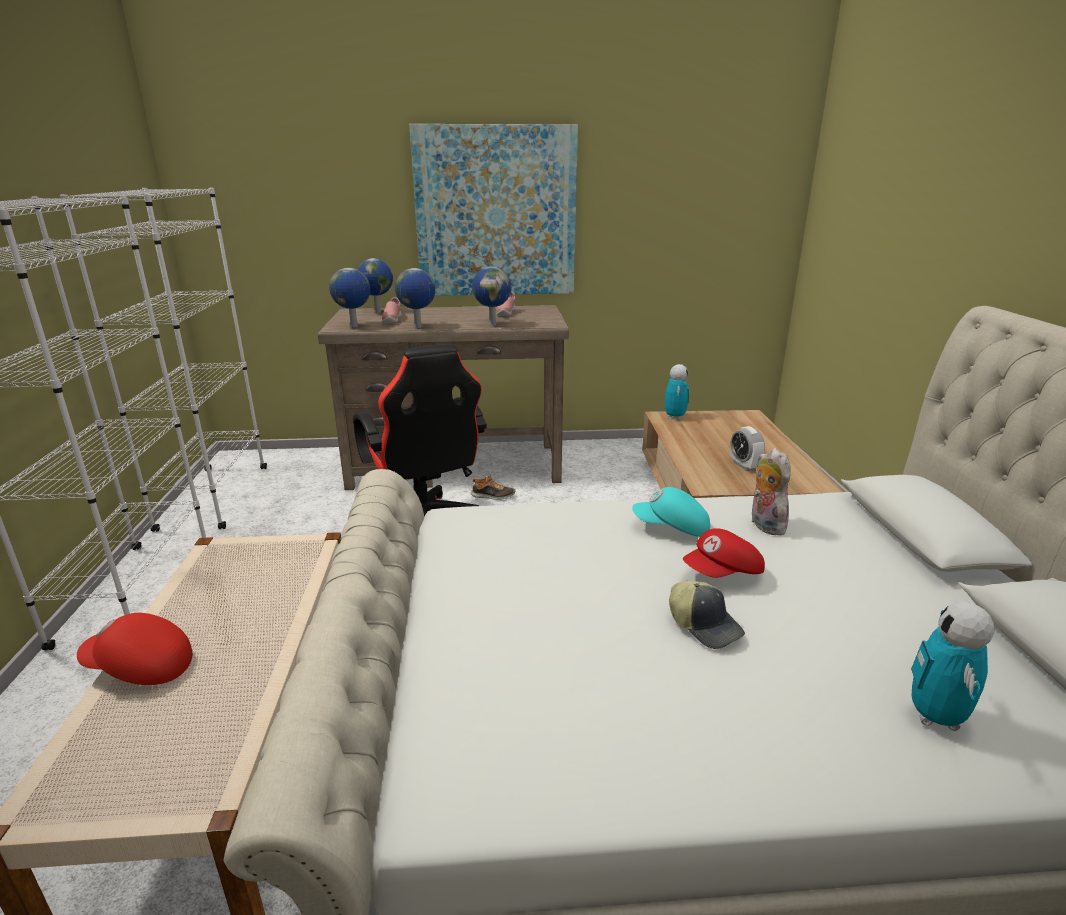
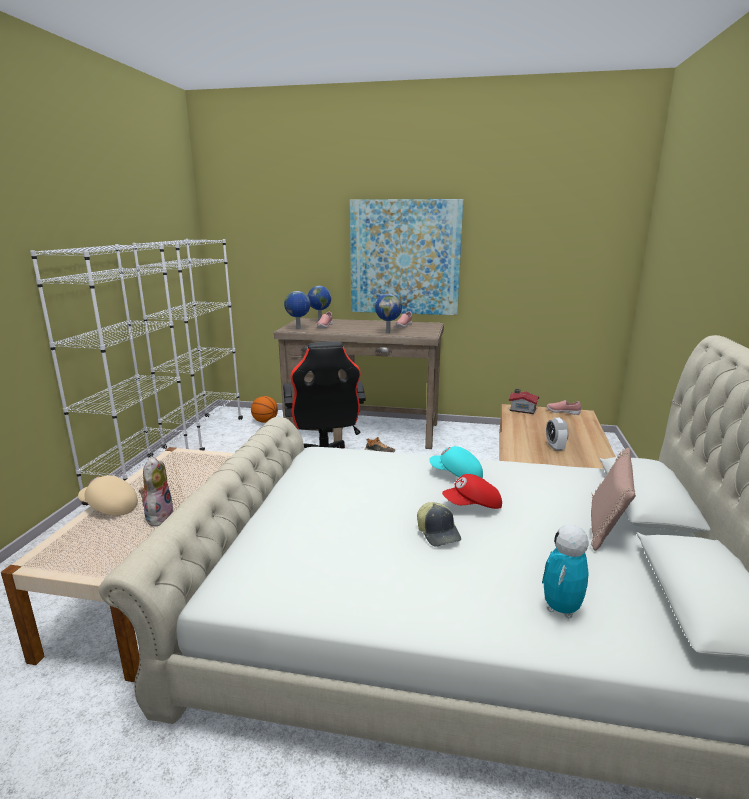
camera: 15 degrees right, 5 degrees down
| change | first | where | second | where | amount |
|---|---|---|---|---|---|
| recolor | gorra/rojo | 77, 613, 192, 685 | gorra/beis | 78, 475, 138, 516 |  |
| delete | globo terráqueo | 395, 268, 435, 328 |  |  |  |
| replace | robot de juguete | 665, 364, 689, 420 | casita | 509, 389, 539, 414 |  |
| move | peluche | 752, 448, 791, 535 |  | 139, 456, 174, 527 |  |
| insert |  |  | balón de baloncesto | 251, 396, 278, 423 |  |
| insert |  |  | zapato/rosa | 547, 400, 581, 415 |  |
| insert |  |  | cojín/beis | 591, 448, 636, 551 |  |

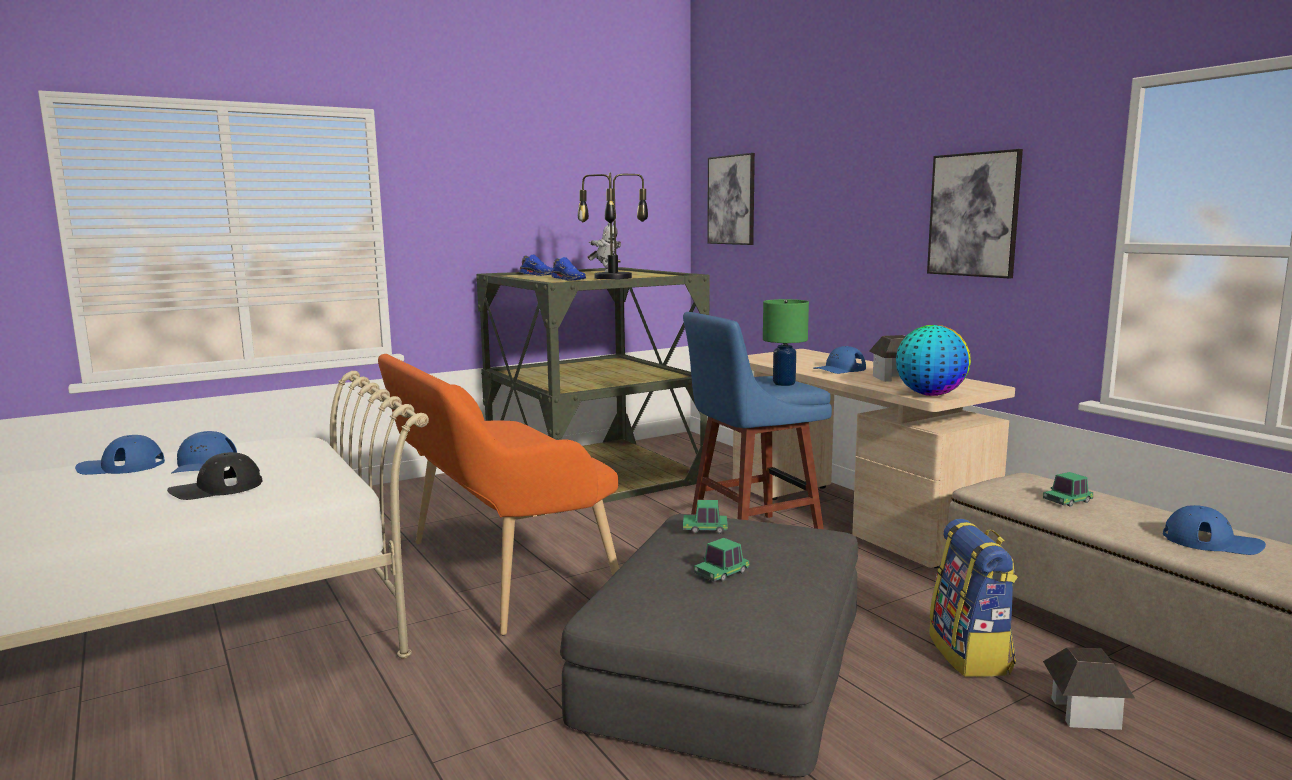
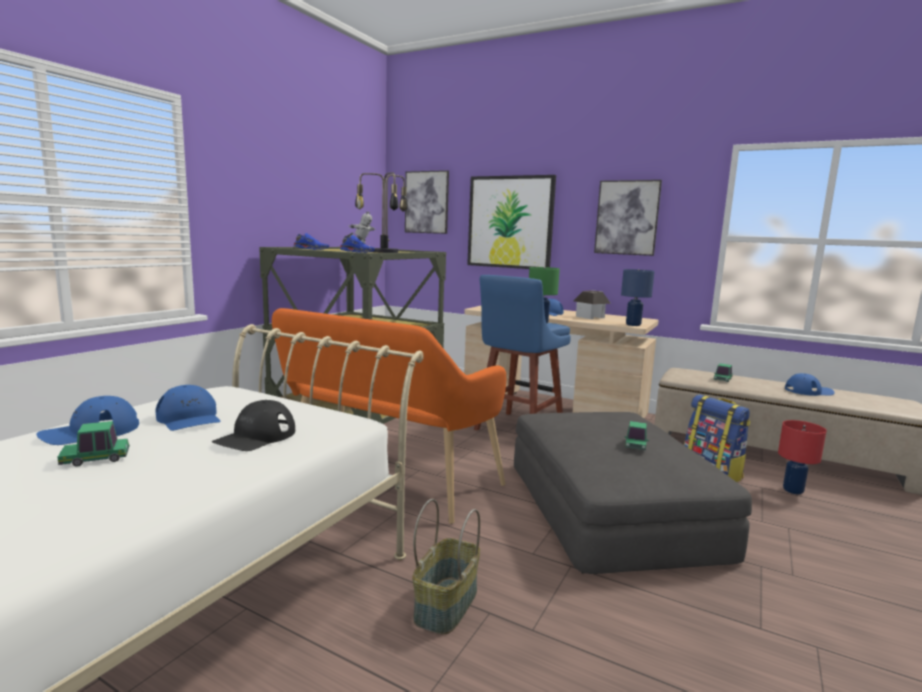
camera: 30 degrees left, 0 degrees up
| change | first | where | second | where | amount |
|---|---|---|---|---|---|
| move | coche de juguete | 683, 500, 728, 534 |  | 58, 421, 130, 467 |  |
| replace | globo terráqueo | 896, 325, 971, 396 | lámpara de mesa/azul | 621, 269, 655, 326 |  |
| replace | casita | 1043, 647, 1135, 730 | lámpara de mesa/rojo | 778, 420, 827, 494 |  |
| insert |  |  | cesta | 412, 499, 480, 634 |  |
| insert |  |  | cuadro | 467, 175, 556, 269 |  |

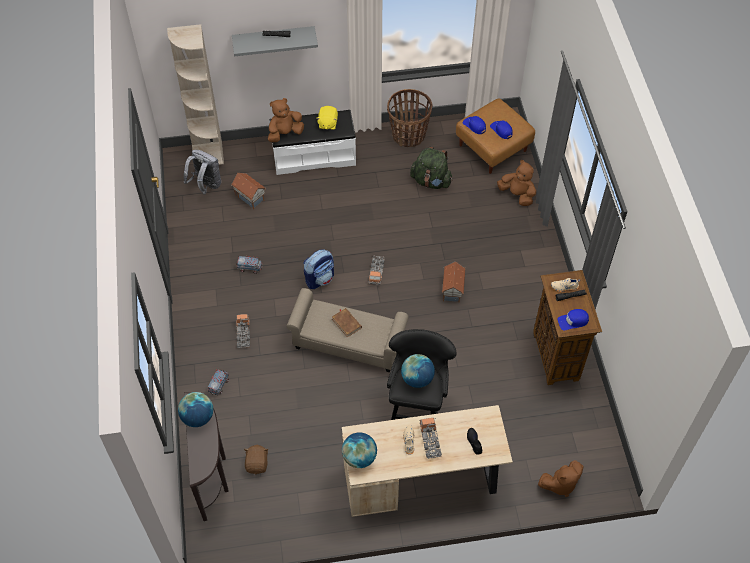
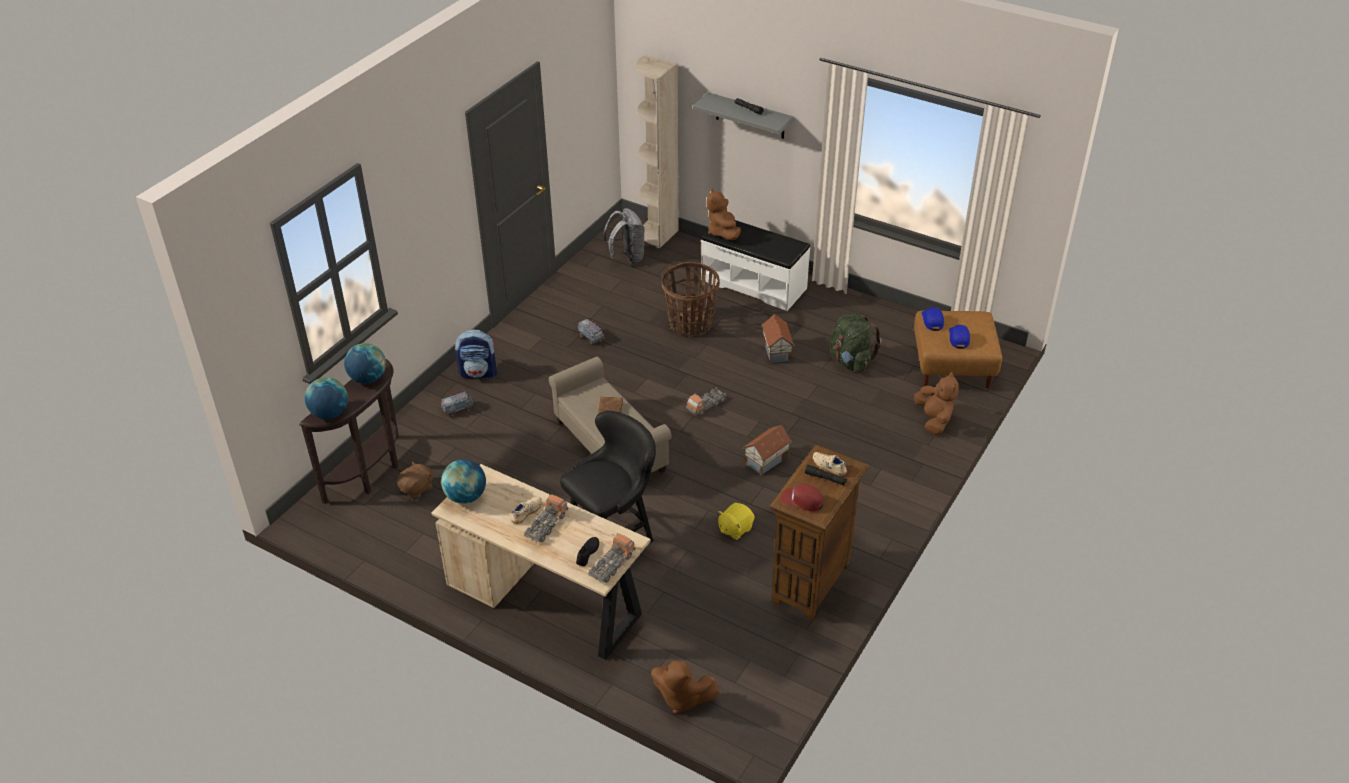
camera: 40 degrees right, 15 degrees down
| change | first | where | second | where | amount |
|---|---|---|---|---|---|
| move | casita | 231, 173, 266, 209 |  | 761, 314, 794, 364 |  |
| move | camión de juguete | 235, 314, 250, 348 |  | 588, 534, 636, 583 |  |
| rotate | peluche/marrón | 268, 98, 304, 142 |  | 707, 188, 741, 240 | 105 degrees counterclockwise |
| move | mochila | 304, 249, 334, 289 |  | 455, 329, 497, 378 |  |
| move | peluche/amarillo | 316, 106, 338, 130 |  | 718, 503, 755, 540 |  |
| move | cesta | 387, 89, 433, 147 |  | 661, 262, 720, 337 |  |
| move | globo terráqueo | 401, 354, 435, 388 |  | 305, 377, 348, 419 |  |
| recolor | gorra/azul | 558, 309, 589, 331 | gorra/rojo | 780, 484, 823, 511 |  |

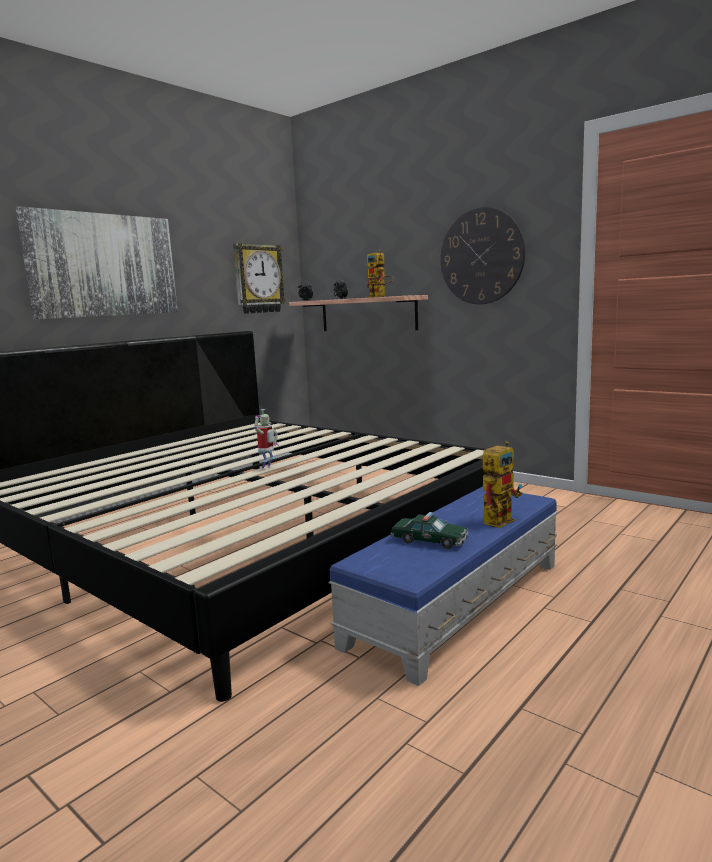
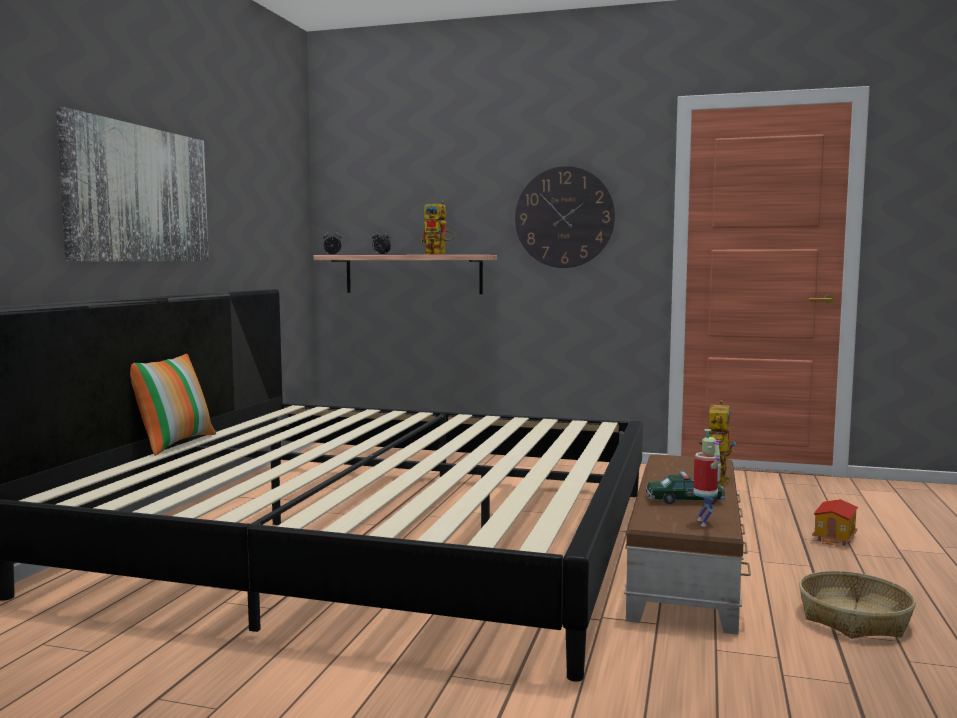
camera: 25 degrees left, 5 degrees down
| change | first | where | second | where | amount |
|---|---|---|---|---|---|
| delete | reloj de pared | 233, 243, 286, 314 |  |  |  |
| move | robot de juguete | 254, 409, 279, 471 |  | 693, 429, 724, 527 |  |
| recolor | puf/azul | 328, 487, 558, 686 | puf/marrón | 624, 454, 751, 635 |  |
| insert |  |  | cojín | 130, 354, 216, 456 |  |
| insert |  |  | cesta | 799, 571, 916, 638 |  |
| insert |  |  | casita | 812, 499, 858, 546 |  |

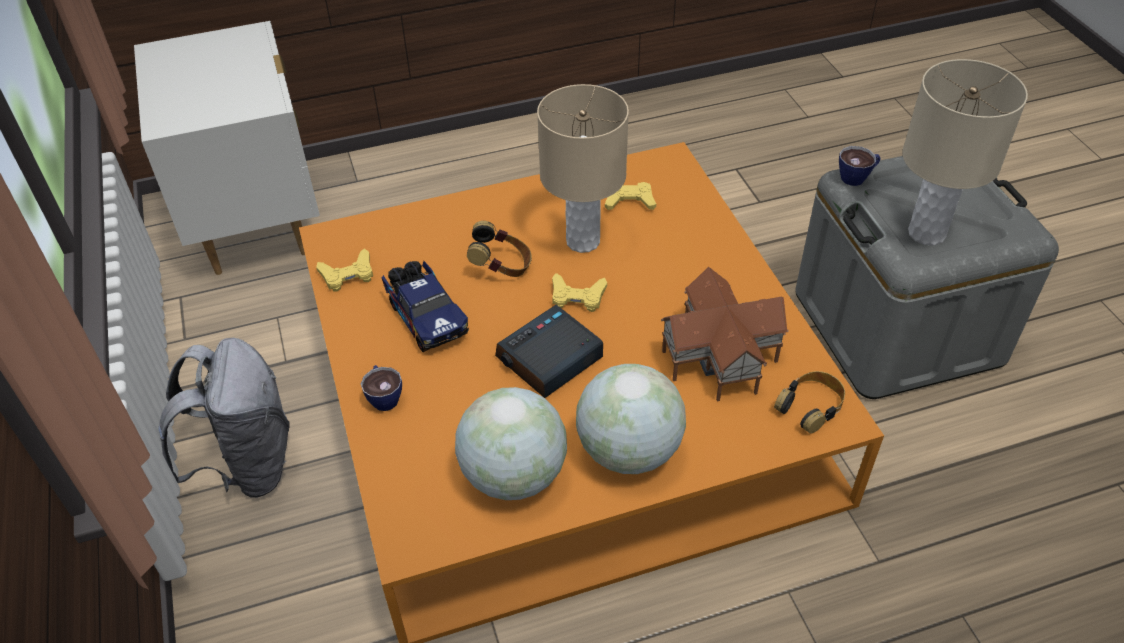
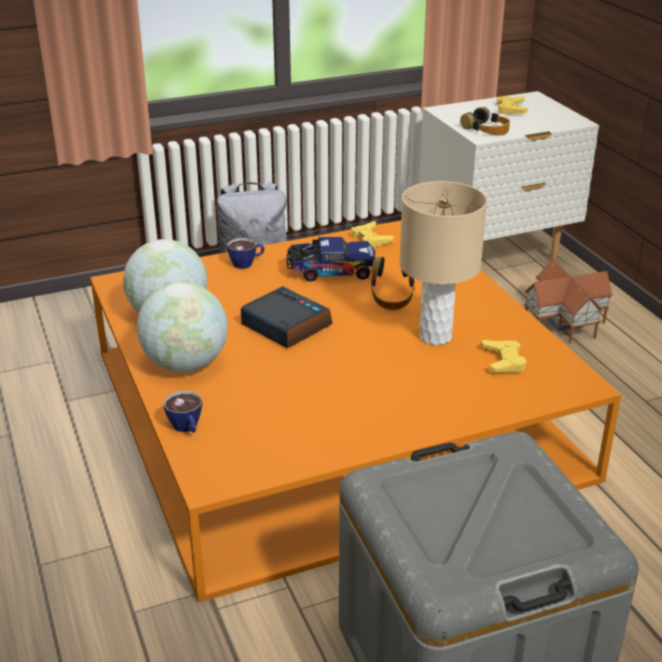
camera: 85 degrees right, 15 degrees down
| change | first | where | second | where | amount |
|---|---|---|---|---|---|
| rotate | camión de juguete | 382, 261, 469, 352 |  | 286, 237, 375, 281 | 150 degrees counterclockwise |
| move | mando de consola/amarillo | 552, 273, 607, 312 |  | 497, 96, 528, 114 |  |
| move | casita | 661, 267, 789, 401 |  | 524, 259, 613, 343 |  |
| move | auriculares | 774, 371, 845, 433 |  | 460, 107, 510, 136 |  |
| move | taza | 839, 146, 881, 186 |  | 163, 391, 202, 433 |  |
| delete | lámpara de mesa/beis | 902, 59, 1028, 246 |  |  |  |

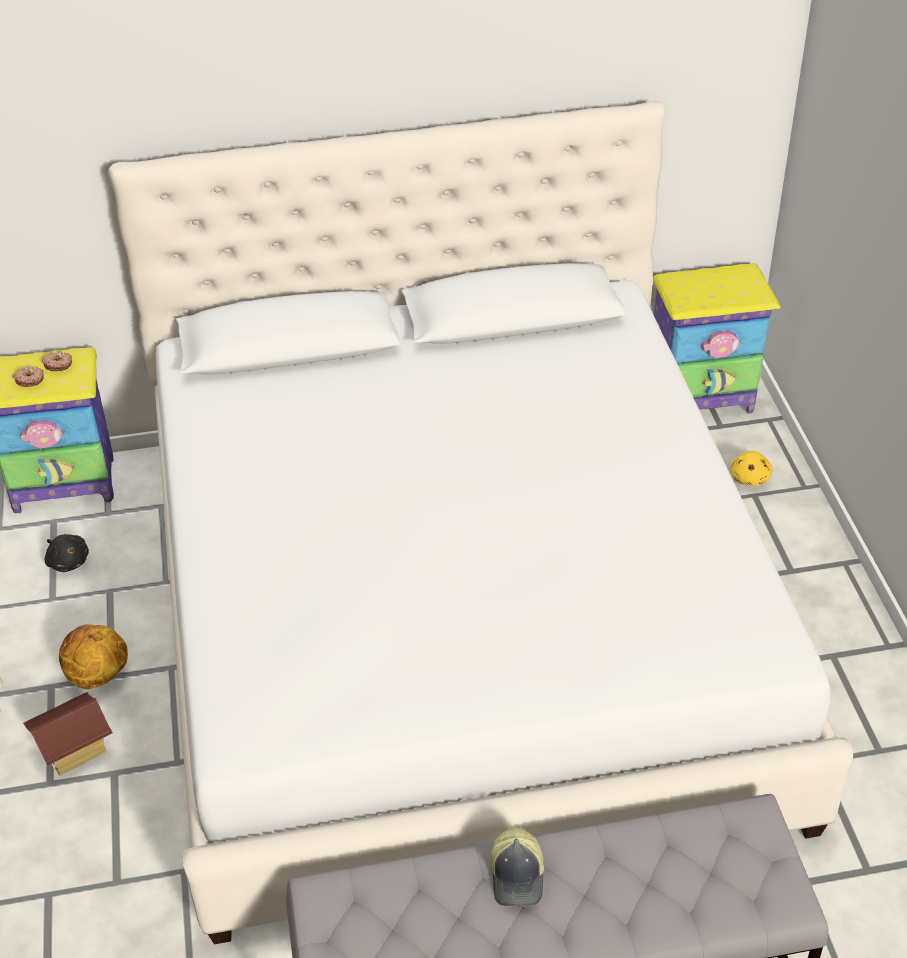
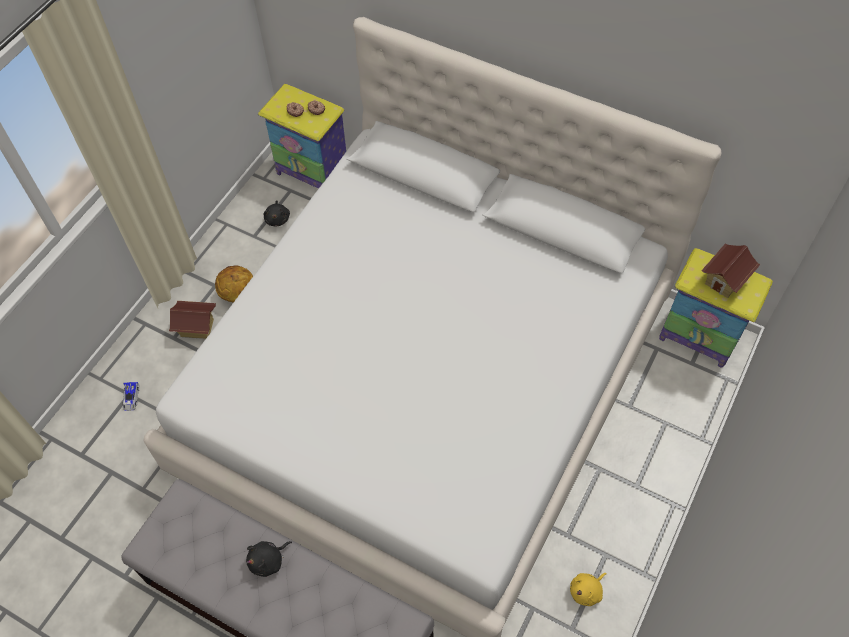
camera: 40 degrees right, 15 degrees up
| change | first | where | second | where | amount |
|---|---|---|---|---|---|
| replace | gorra | 490, 826, 544, 907 | peluche/negro | 246, 541, 292, 577 |  |
| move | peluche/amarillo | 730, 450, 773, 486 |  | 570, 573, 607, 606 |  |
| insert |  |  | coche de juguete | 122, 382, 140, 411 |  |
| insert |  |  | casita | 701, 243, 760, 298 |  |

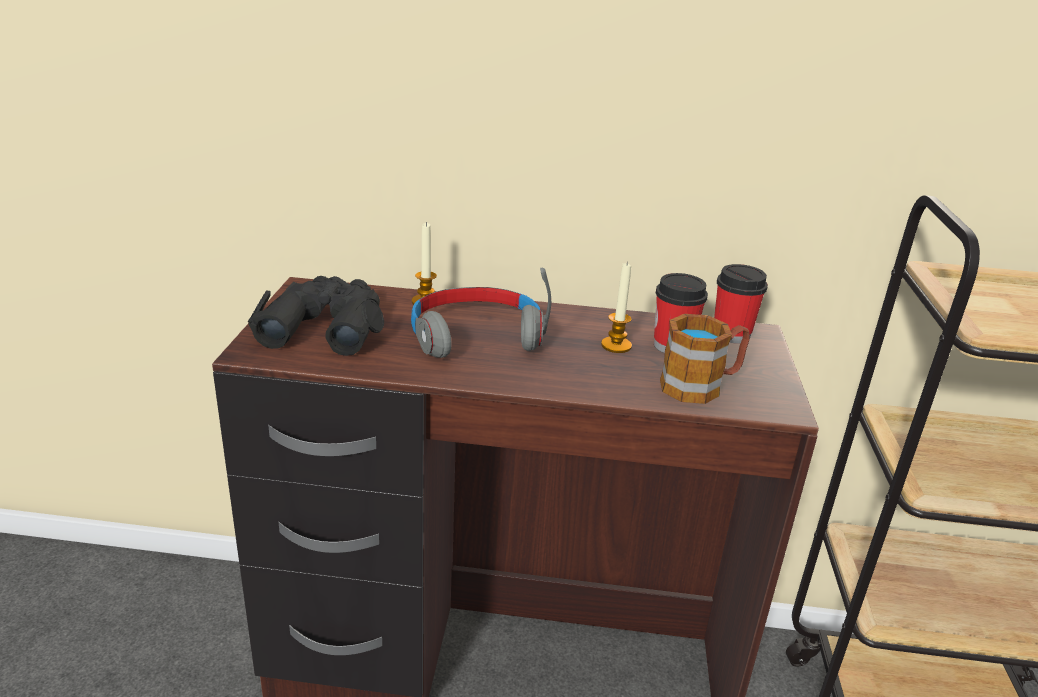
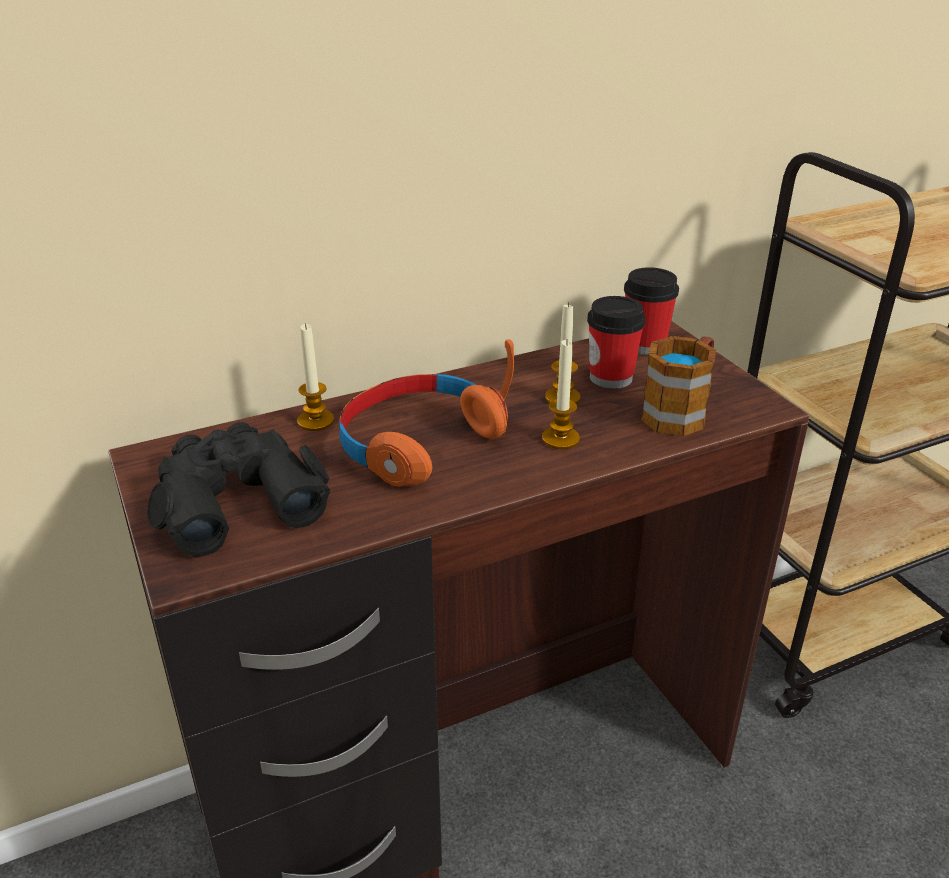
camera: 30 degrees left, 5 degrees up
| change | first | where | second | where | amount |
|---|---|---|---|---|---|
| recolor | auriculares/gris | 411, 268, 551, 358 | auriculares/naranja | 339, 339, 514, 487 |  |
| insert |  |  | vela | 542, 340, 580, 449 |  |

